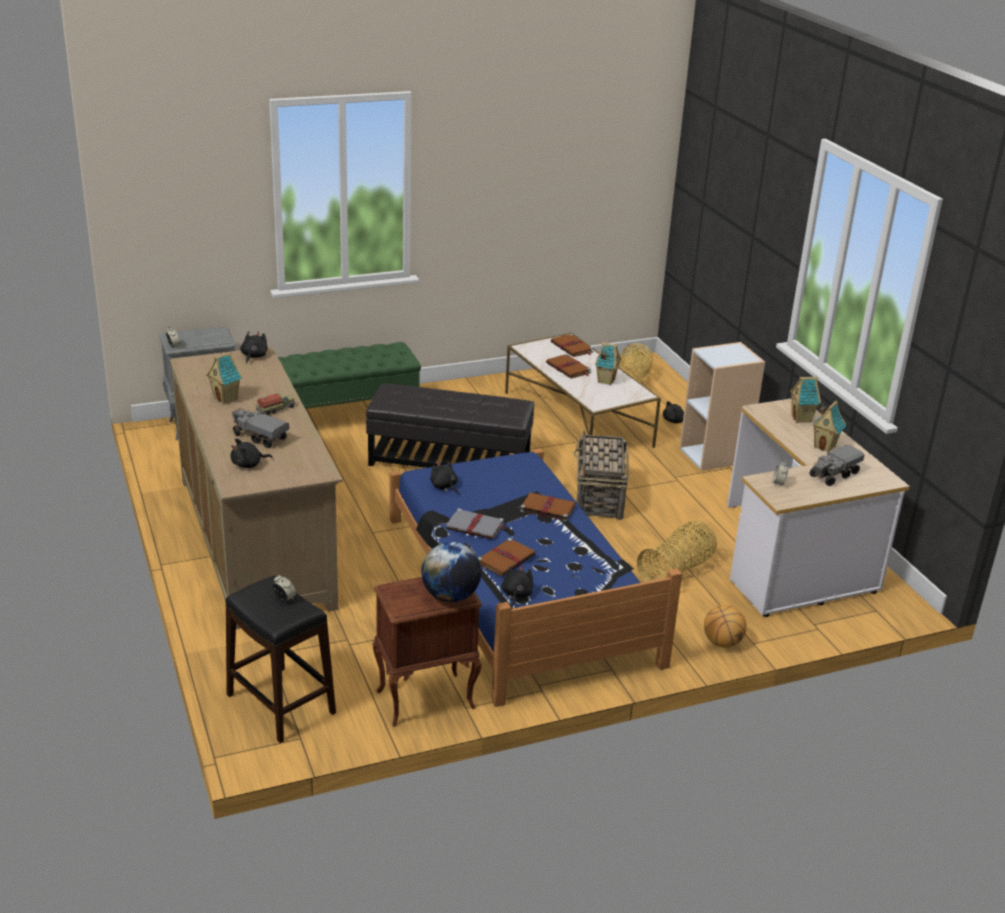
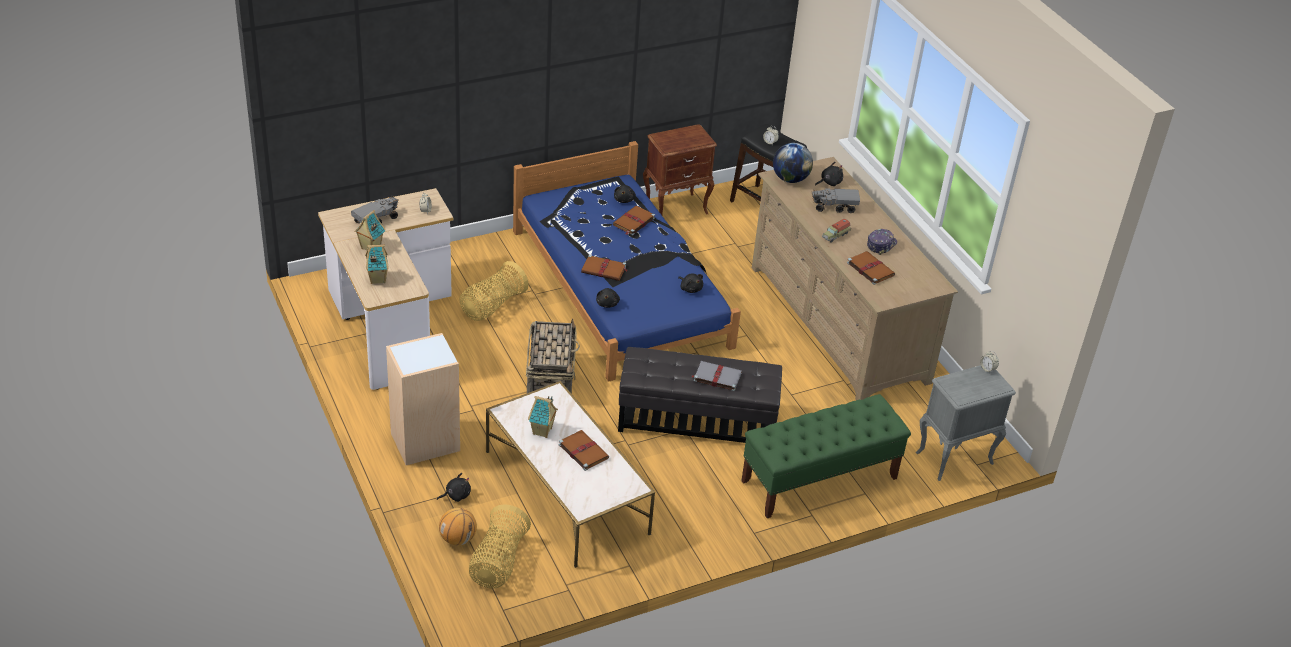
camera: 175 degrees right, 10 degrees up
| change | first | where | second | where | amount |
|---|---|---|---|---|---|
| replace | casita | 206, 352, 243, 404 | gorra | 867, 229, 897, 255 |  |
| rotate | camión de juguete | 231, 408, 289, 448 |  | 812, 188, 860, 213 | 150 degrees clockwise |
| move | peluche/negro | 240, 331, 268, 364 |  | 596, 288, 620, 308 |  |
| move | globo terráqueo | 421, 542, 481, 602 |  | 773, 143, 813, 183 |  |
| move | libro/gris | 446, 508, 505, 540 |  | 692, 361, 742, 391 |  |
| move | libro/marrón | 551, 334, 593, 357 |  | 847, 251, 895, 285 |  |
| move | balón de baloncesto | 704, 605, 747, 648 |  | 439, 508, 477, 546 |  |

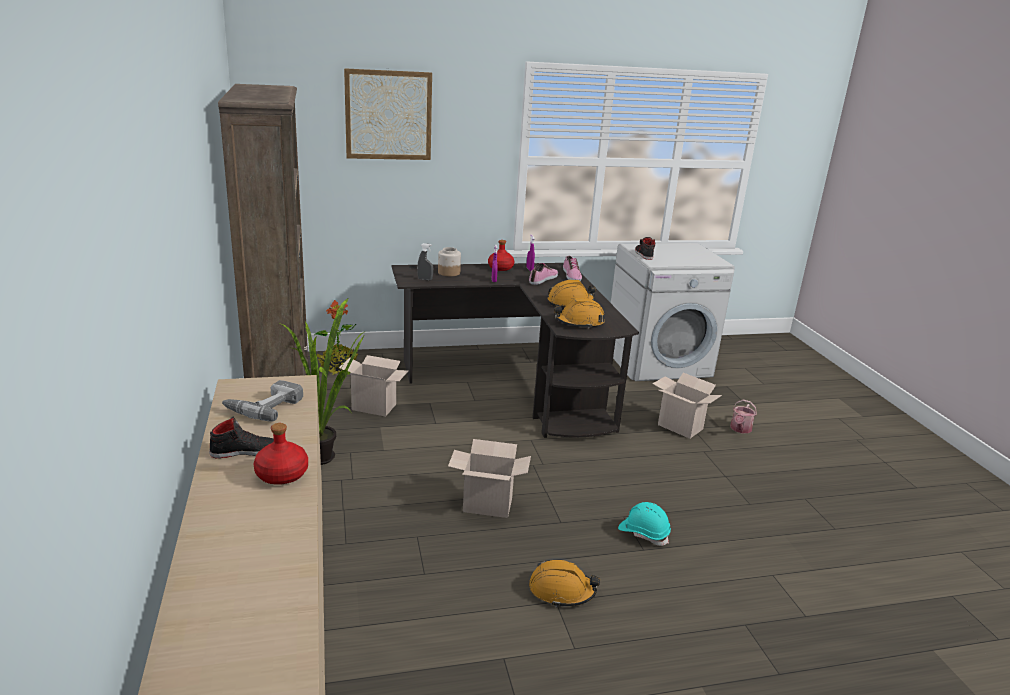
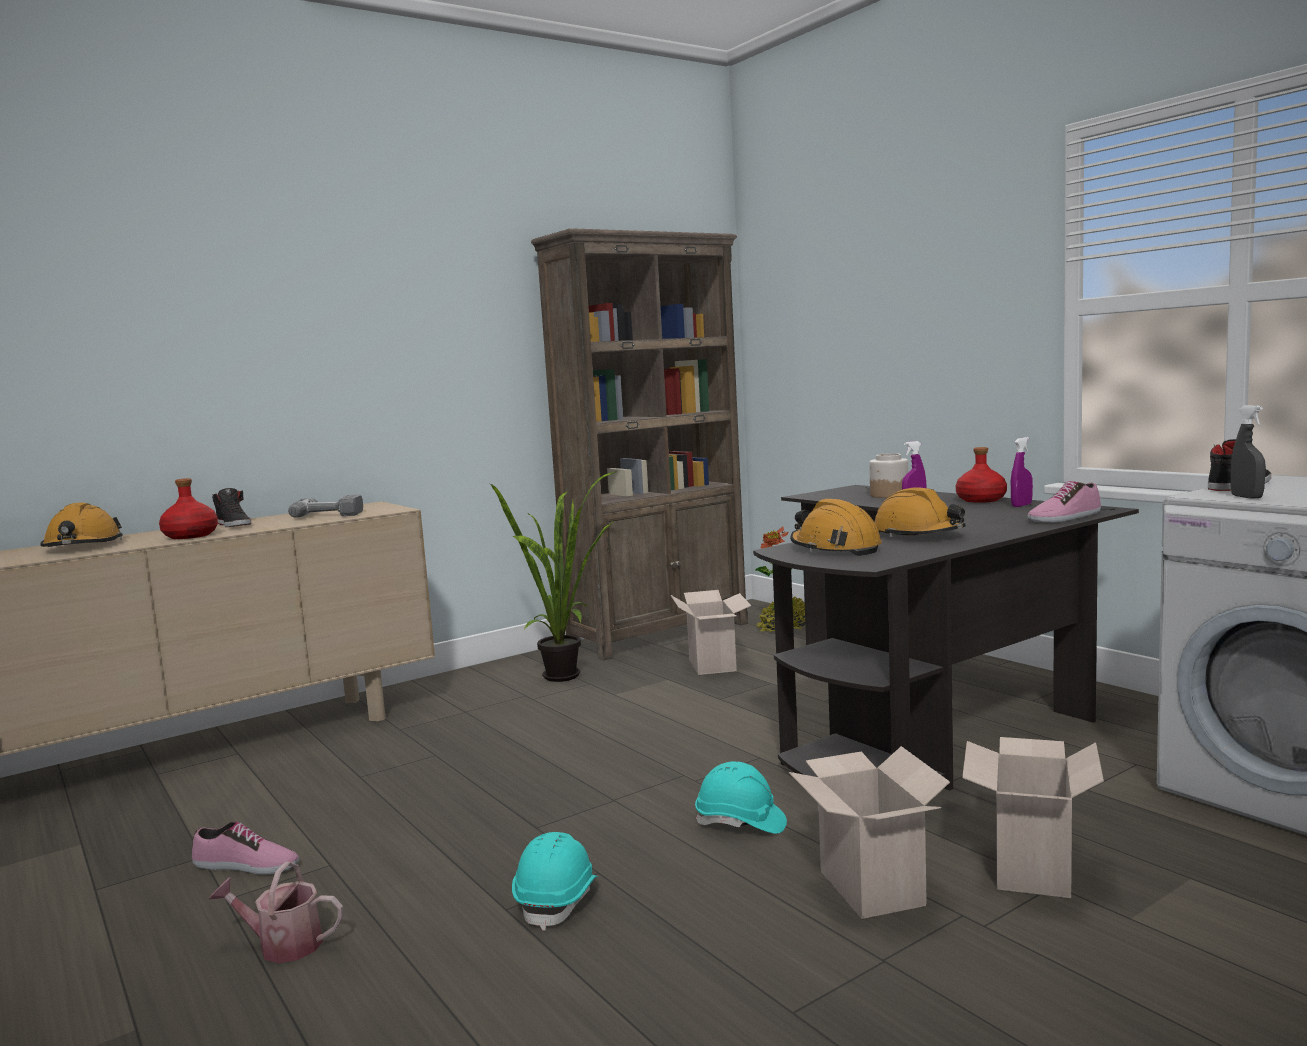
camera: 70 degrees right, 15 degrees down
| change | first | where | second | where | amount |
|---|---|---|---|---|---|
| delete | cuadro | 344, 68, 432, 160 |  |  |  |
| move | pulverizador/gris | 417, 243, 433, 280 |  | 1230, 405, 1266, 499 |  |
| move | caja de cartón | 448, 439, 531, 518 |  | 789, 746, 950, 919 |  |
| move | zapato | 529, 263, 558, 285 |  | 192, 822, 299, 875 |  |
| move | casco/naranja | 529, 560, 600, 607 |  | 41, 502, 123, 547 |  |
| move | regadera | 730, 399, 757, 433 |  | 209, 861, 343, 963 |  |
| insert |  |  | casco/turquesa | 695, 761, 787, 834 |  |

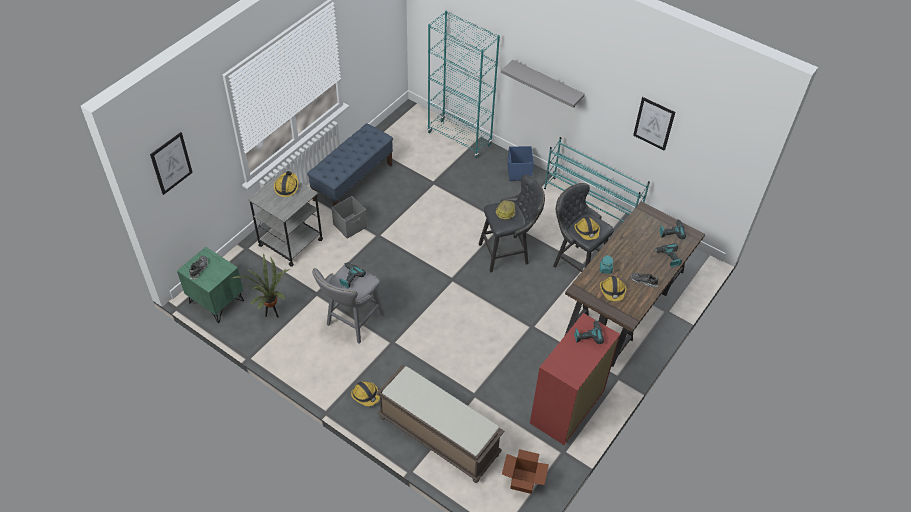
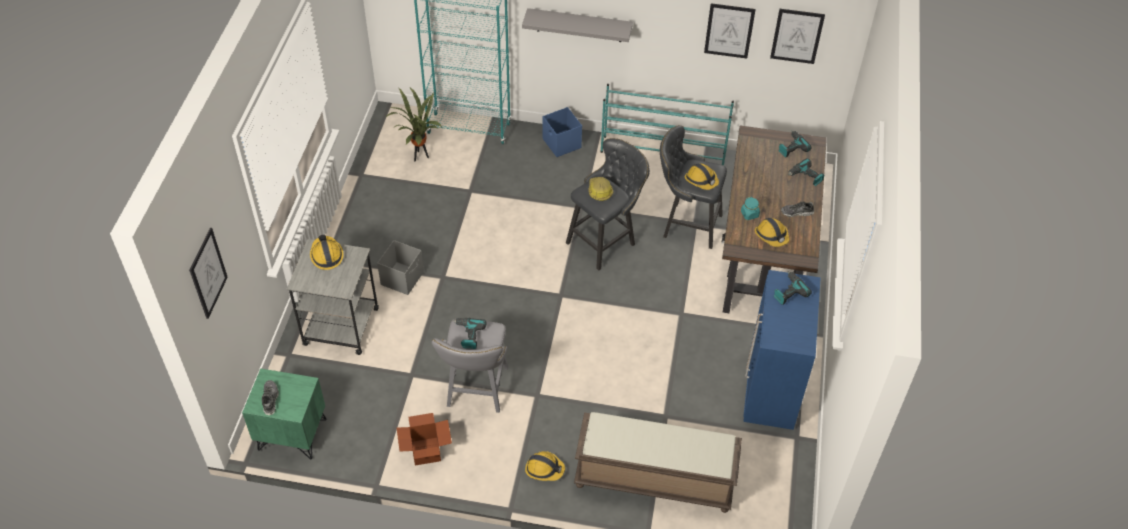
camera: 25 degrees left, 0 degrees up
| change | first | where | second | where | amount |
|---|---|---|---|---|---|
| move | planta en maceta | 232, 253, 290, 318 |  | 386, 87, 442, 161 |  |
| delete | banco/azul | 307, 123, 393, 206 |  |  |  |
| move | caja de cartón | 502, 449, 549, 494 |  | 396, 413, 452, 466 |  |
| recolor | armario/rojo | 530, 313, 620, 445 | armario/azul | 743, 270, 821, 430 |  |
| insert |  |  | cuadro | 770, 9, 825, 64 |  |

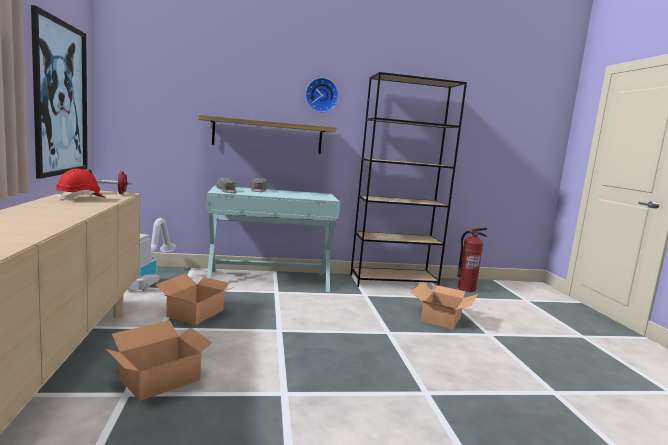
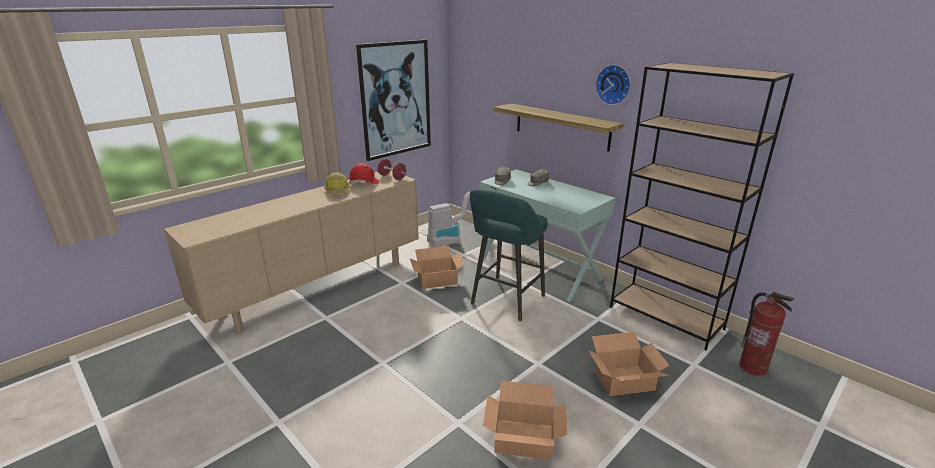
camera: 55 degrees right, 15 degrees up
| change | first | where | second | where | amount |
|---|---|---|---|---|---|
| move | caja de cartón | 106, 320, 212, 401 |  | 483, 381, 567, 460 |  |
| insert |  |  | casco | 324, 172, 350, 194 |  |
| insert |  |  | taburete/turquesa | 470, 189, 548, 321 |  |

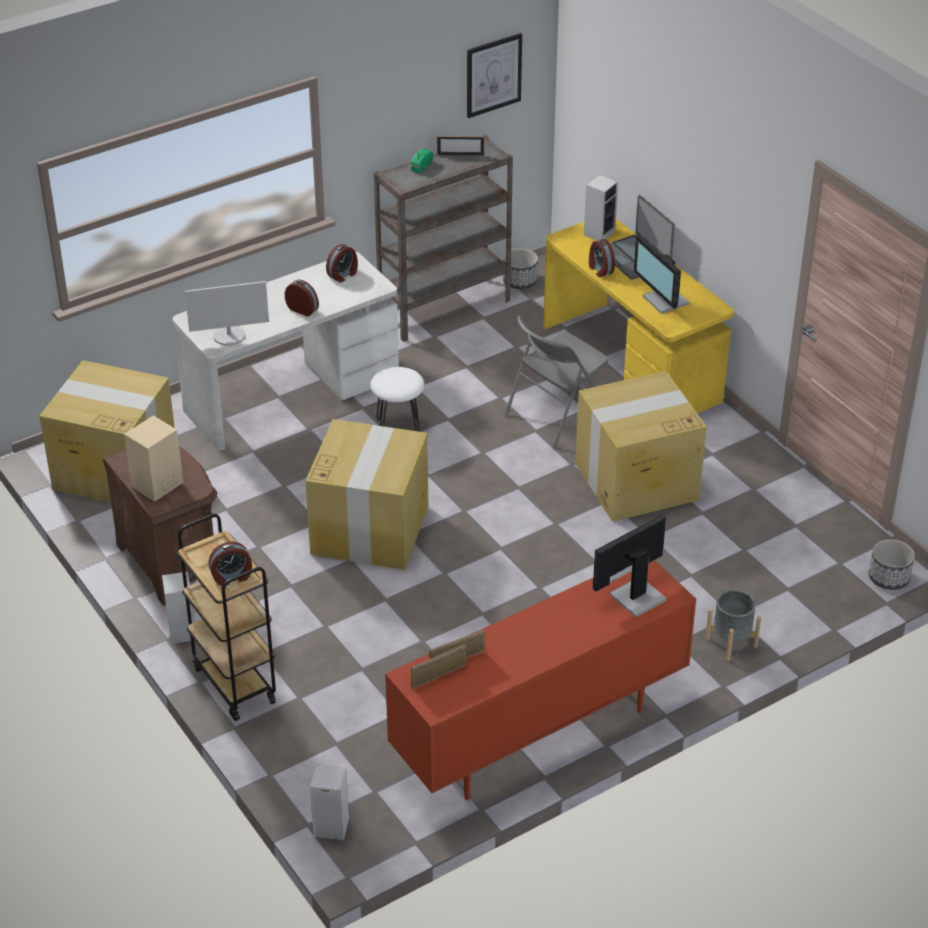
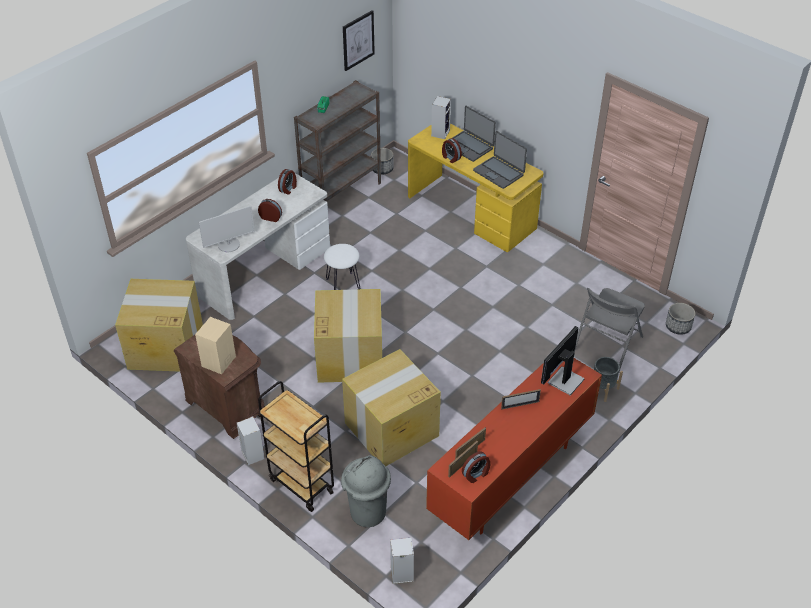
camera: 15 degrees left, 5 degrees up
| change | first | where | second | where | amount |
|---|---|---|---|---|---|
| move | despertador | 209, 542, 252, 586 |  | 462, 451, 490, 483 |  |
| move | portarretratos | 437, 136, 484, 156 |  | 501, 389, 541, 410 |  |
| move | silla/gris | 504, 316, 608, 449 |  | 574, 288, 645, 372 |  |
| move | caja de cartón | 575, 371, 707, 522 |  | 342, 349, 441, 466 |  |
| replace | monitor | 634, 235, 690, 314 | portátil | 473, 131, 527, 189 |  |
| insert |  |  | papelera/gris | 341, 455, 391, 527 |  |

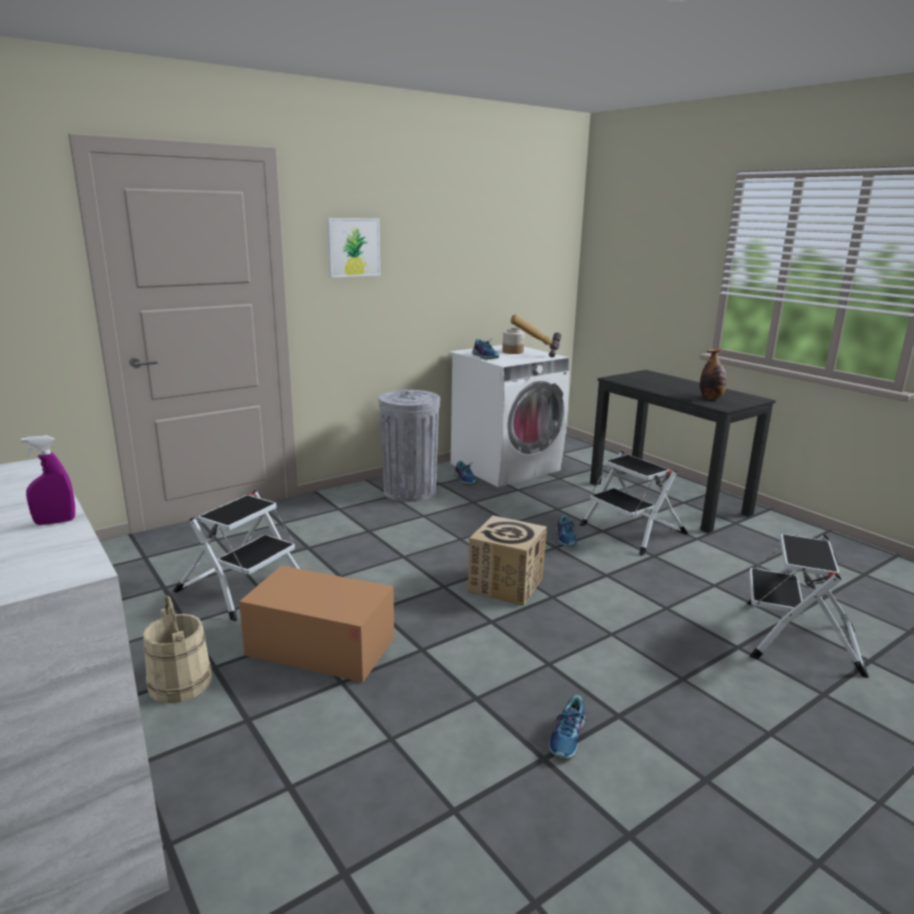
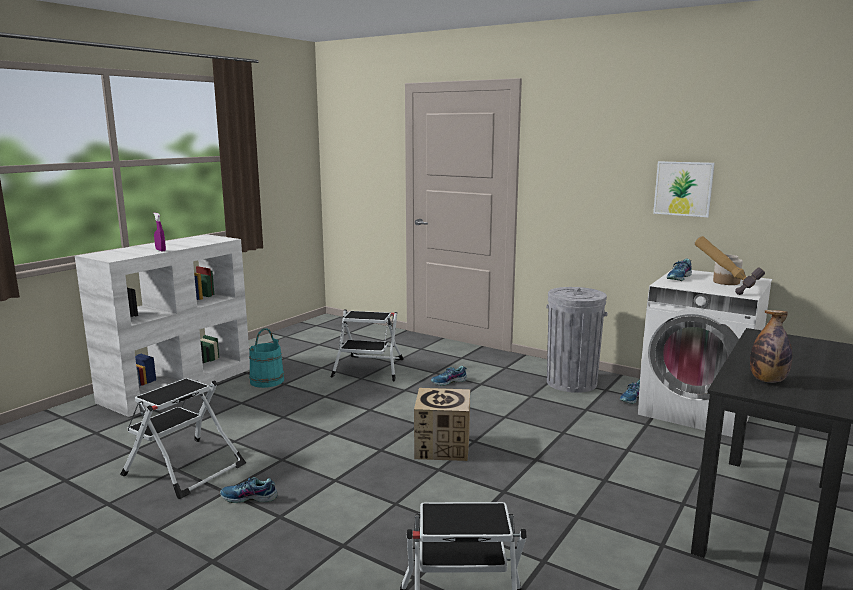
camera: 70 degrees right, 5 degrees down
| change | first | where | second | where | amount |
|---|---|---|---|---|---|
| recolor | cubo/beis | 143, 595, 212, 703 | cubo/turquesa | 249, 328, 284, 388 |  |
| delete | caja de cartón | 239, 566, 394, 683 |  |  |  |
| move | cuadro | 327, 218, 380, 278 |  | 653, 161, 715, 217 |  |
| move | zapato | 556, 515, 578, 546 |  | 431, 366, 467, 386 |  |
| move | escalera de tijera | 580, 451, 688, 556 |  | 120, 378, 246, 499 |  |

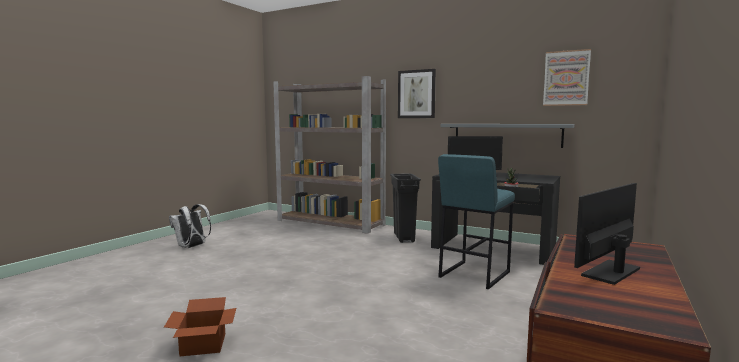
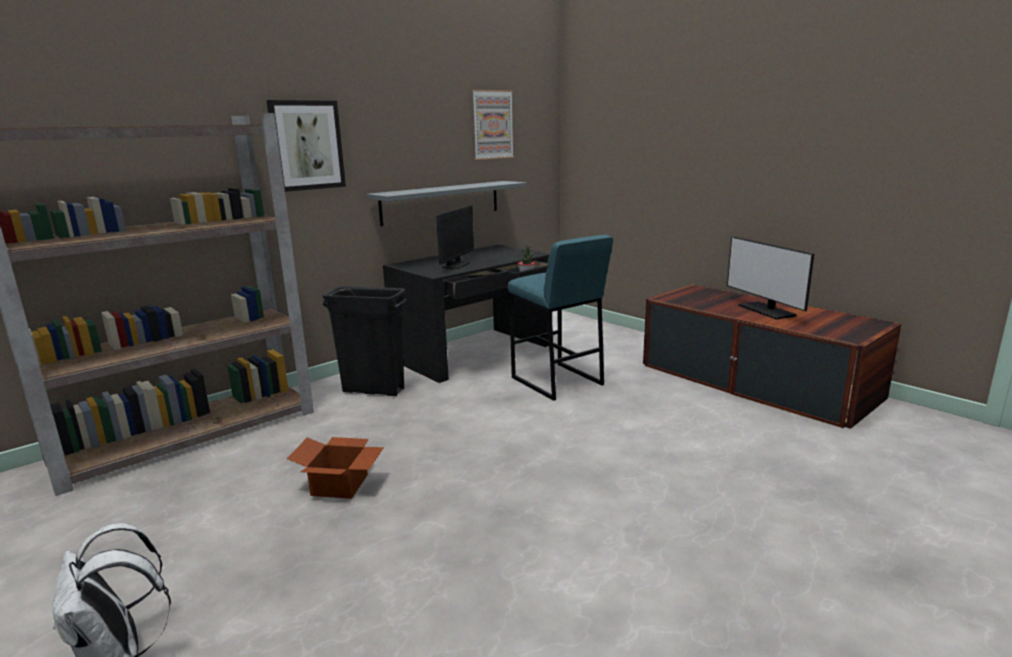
camera: 70 degrees left, 10 degrees up
| change | first | where | second | where | amount |
|---|---|---|---|---|---|
| move | caja de cartón | 164, 297, 236, 356 |  | 287, 437, 384, 499 |  |

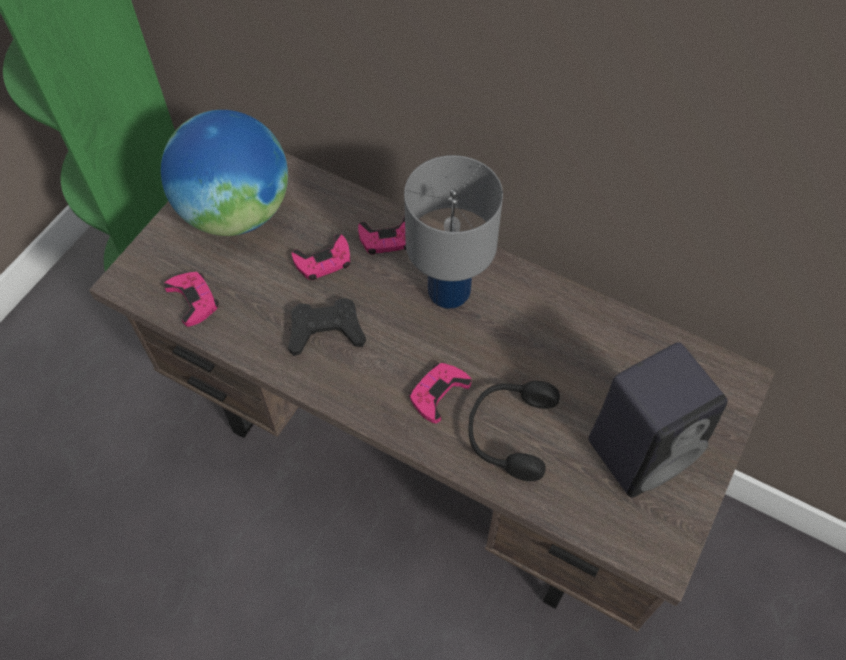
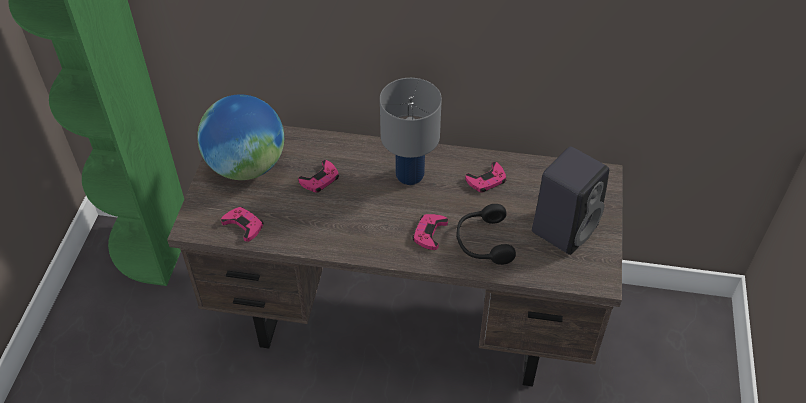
camera: 20 degrees left, 10 degrees down
| change | first | where | second | where | amount |
|---|---|---|---|---|---|
| delete | mando de consola/negro | 288, 298, 366, 356 |  |  |  |
| move | mando de consola/rosa | 358, 216, 406, 255 |  | 465, 162, 506, 193 |  |

